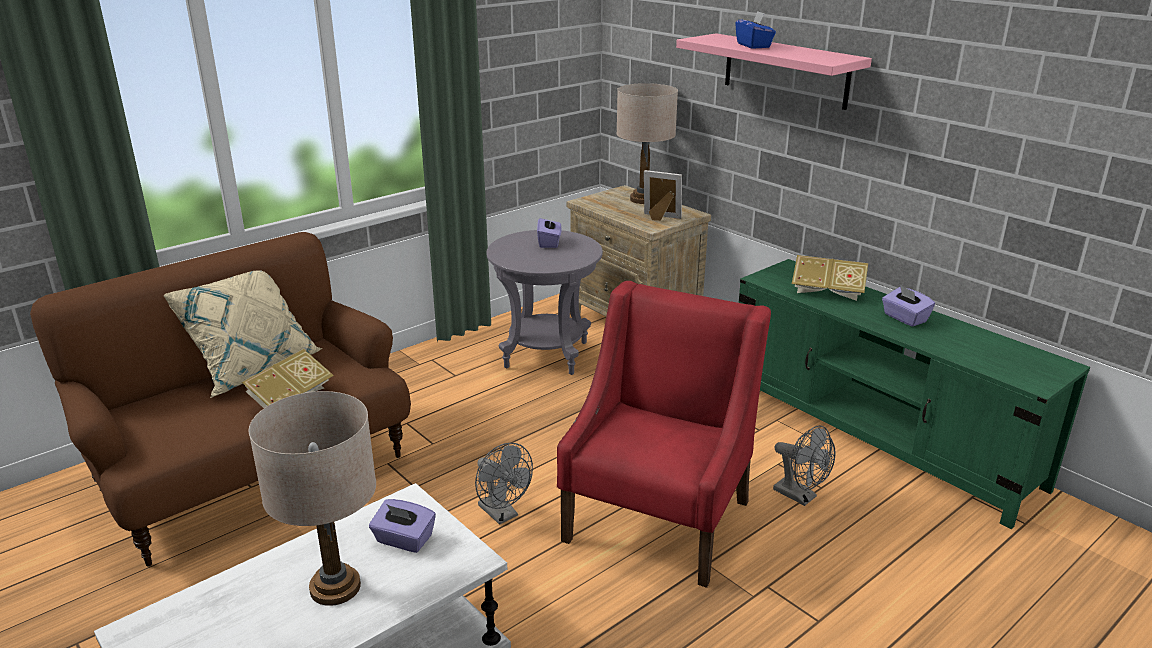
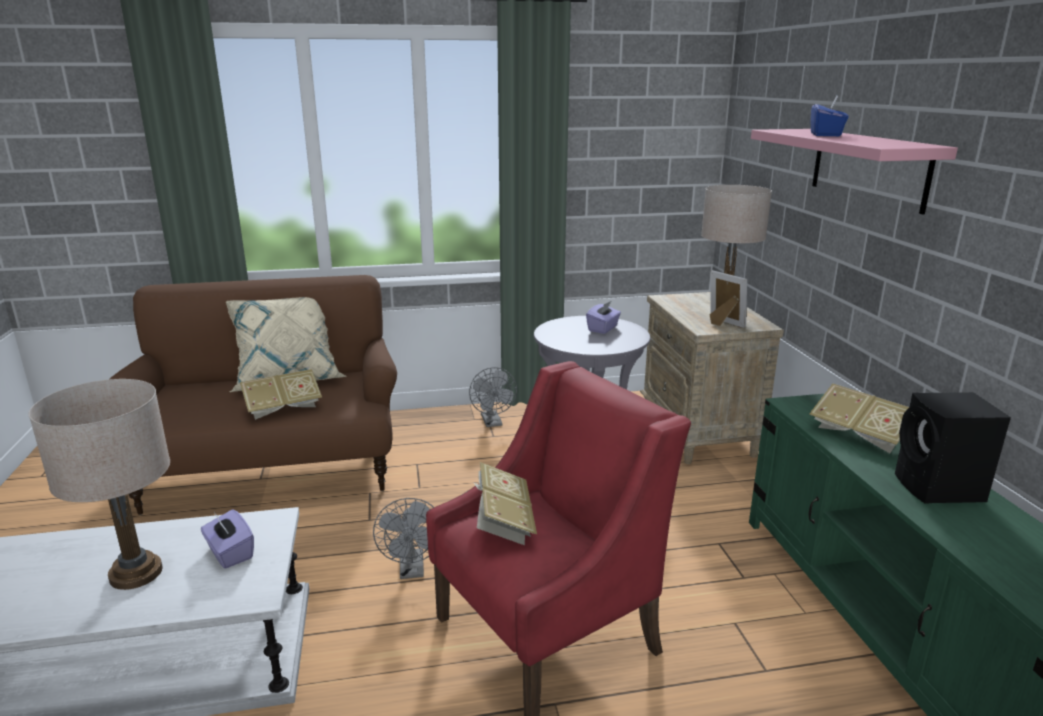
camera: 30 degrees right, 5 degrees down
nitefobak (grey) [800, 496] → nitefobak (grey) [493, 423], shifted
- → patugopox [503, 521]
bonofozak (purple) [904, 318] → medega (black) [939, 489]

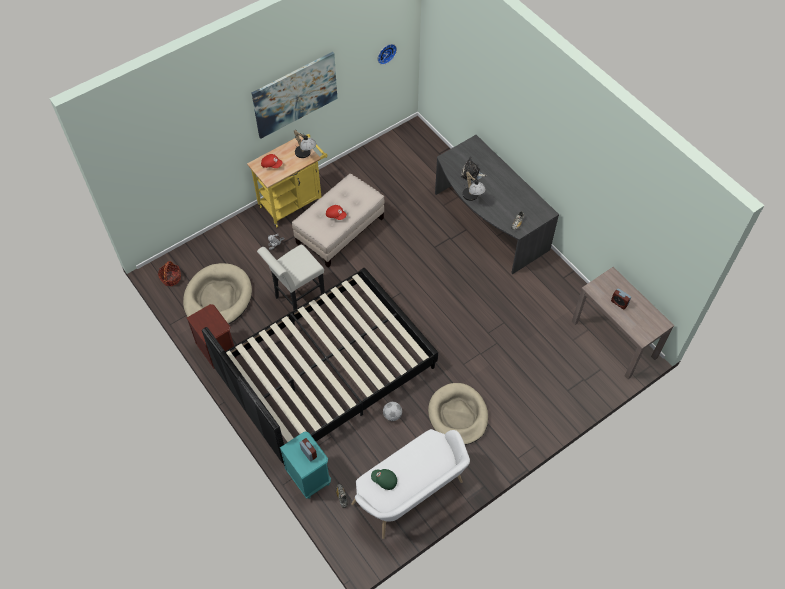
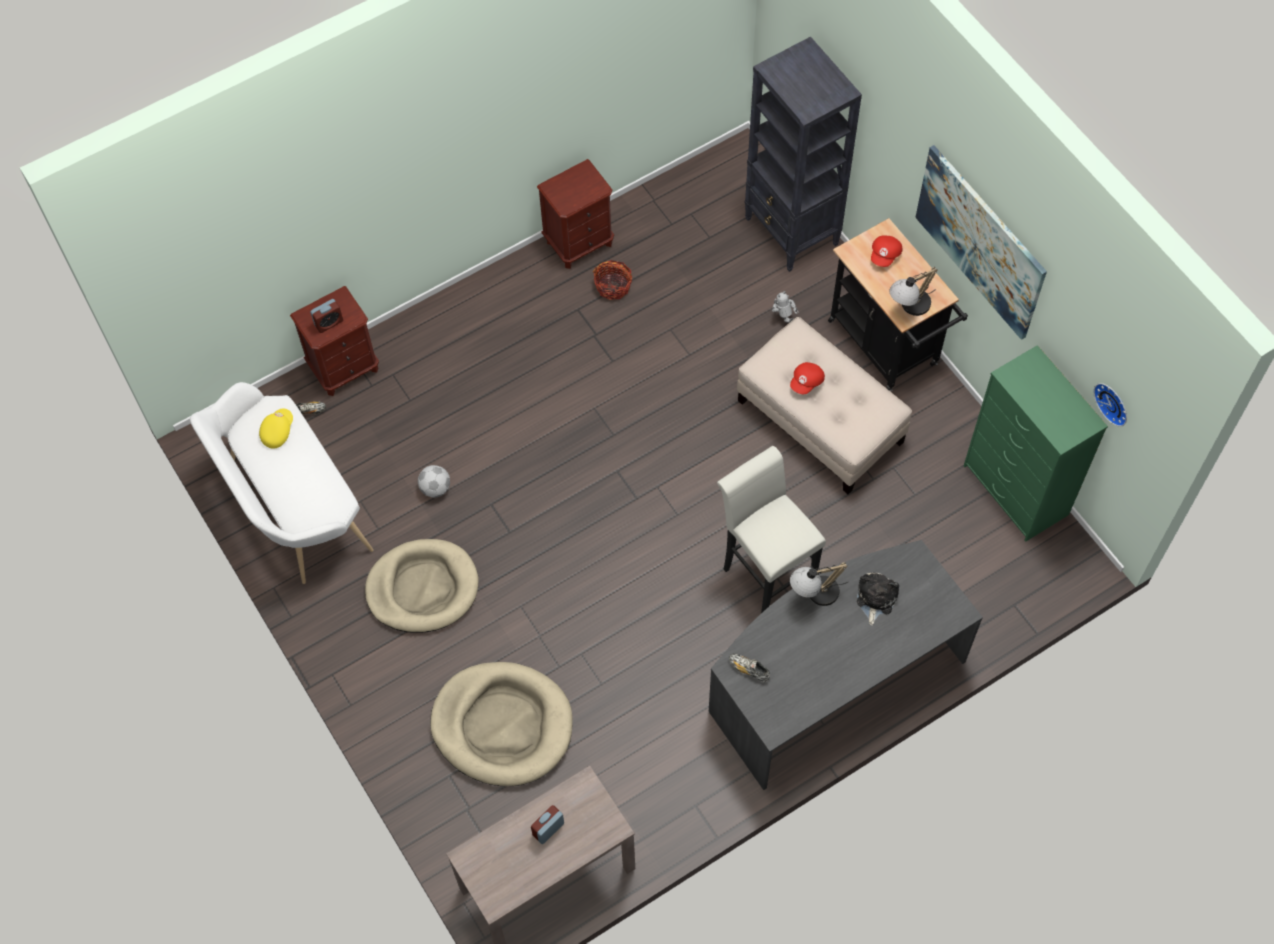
camera: 95 degrees right, 5 degrees up
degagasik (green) [384, 481] → degagasik (yellow) [277, 431]
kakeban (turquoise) [309, 478] → kakeban (brown) [344, 368]
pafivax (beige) [218, 298] → pafivax (beige) [502, 726], shifted
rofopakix [171, 278] → rofopakix [613, 286], shifted
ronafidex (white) [297, 301] → ronafidex (white) [765, 571], shifted
- → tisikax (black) [792, 232]
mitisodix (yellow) [293, 202] → mitisodix (black) [887, 348]
- → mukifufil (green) [1016, 491]
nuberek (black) [326, 371] → -

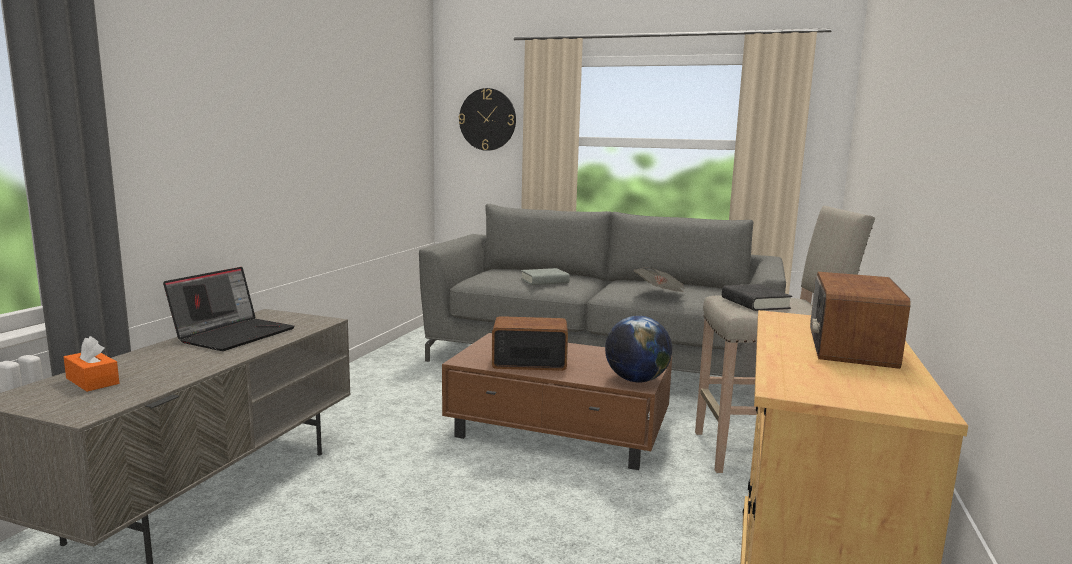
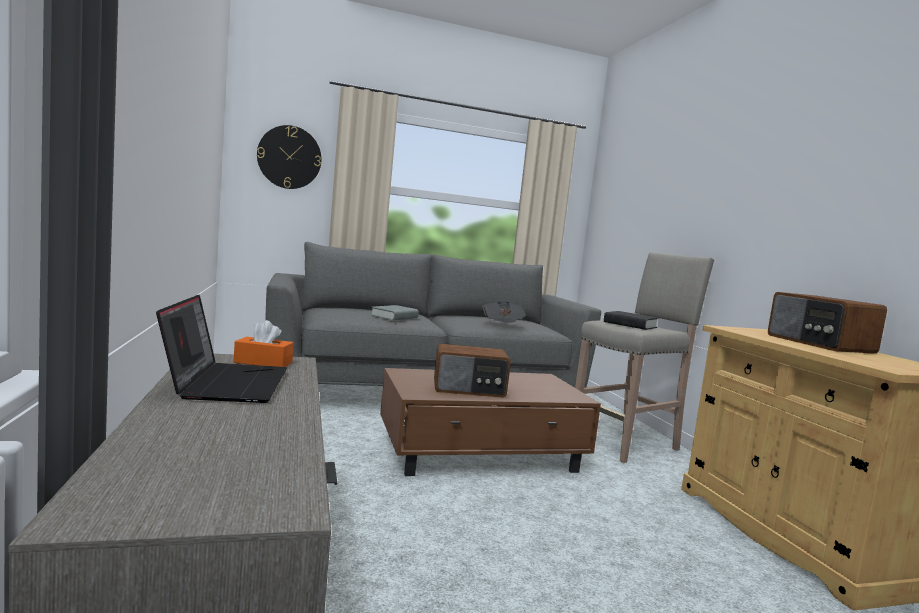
camera: 35 degrees left, 5 degrees down
bonofozak (orange) [92, 381] → bonofozak (orange) [263, 362], shifted
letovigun [529, 362] → letovigun [469, 389], 150 degrees counterclockwise
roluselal [636, 380] → -

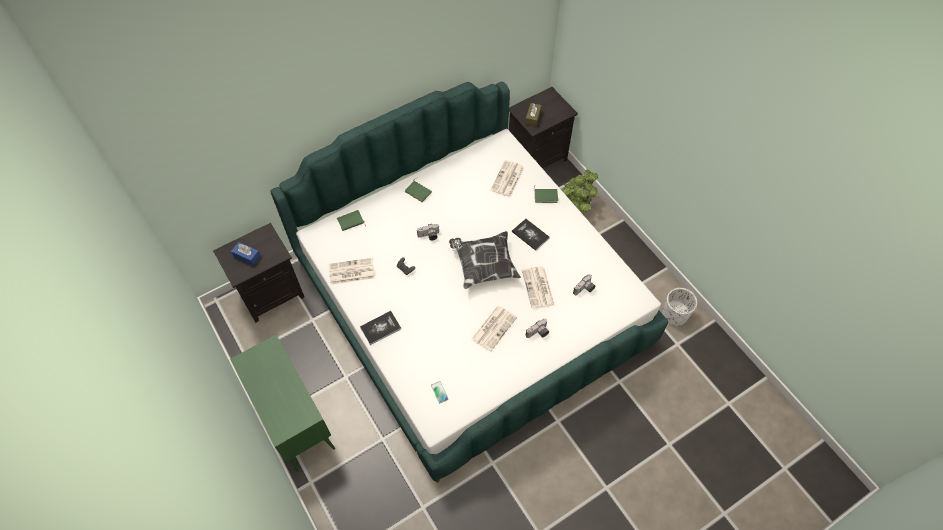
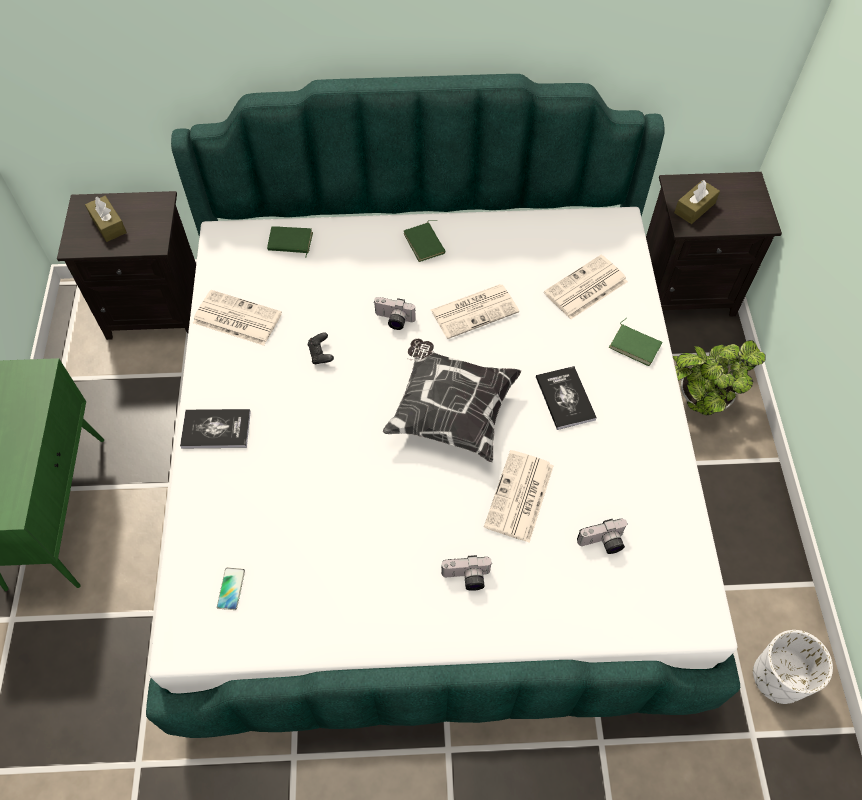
camera: 30 degrees right, 0 degrees up
bonofozak (blue) [247, 256] → bonofozak (brown) [108, 224]
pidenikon [494, 327] → pidenikon [475, 310], shifted

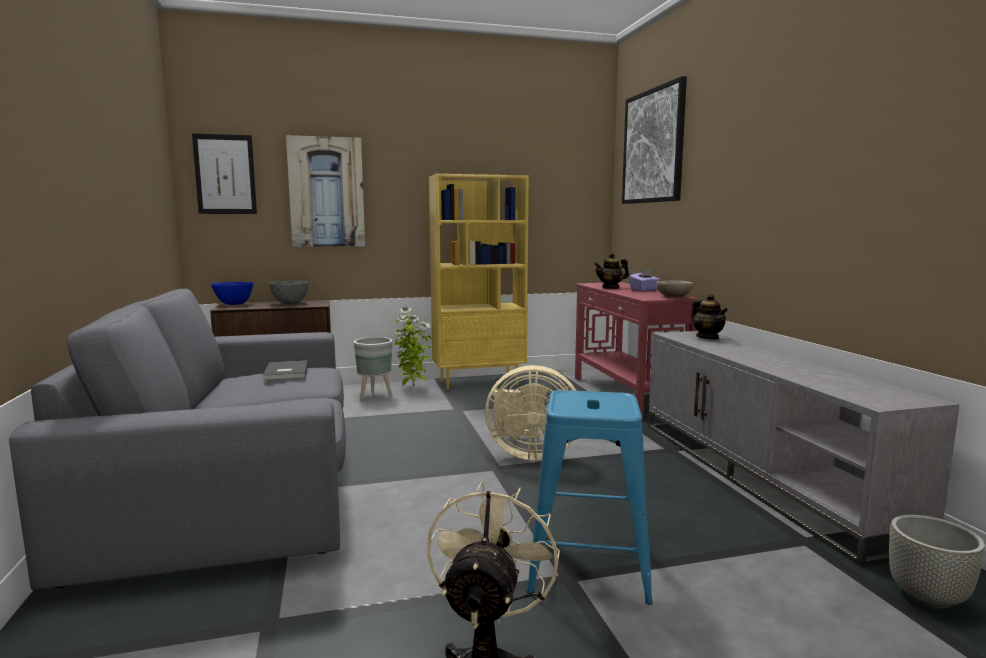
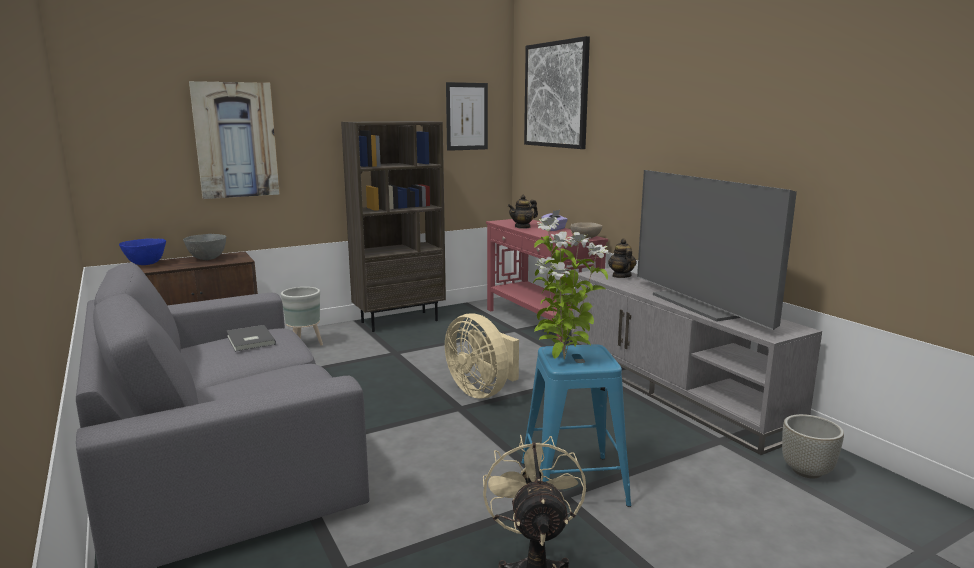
camera: 15 degrees left, 5 degrees up
tisikax (yellow) [479, 382] → tisikax (brown) [400, 321]
nitefobak (beige) [529, 454] → nitefobak (beige) [482, 391], 60 degrees clockwise
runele [225, 174] → runele [467, 116], shifted
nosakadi [412, 387] → nosakadi [563, 359], shifted
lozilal [708, 337] → lozilal [621, 276], 150 degrees counterclockwise
- → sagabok [702, 305]

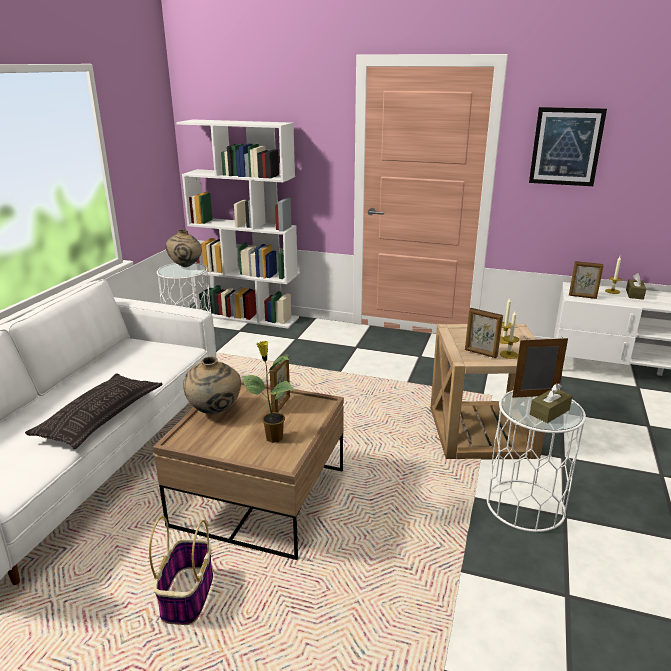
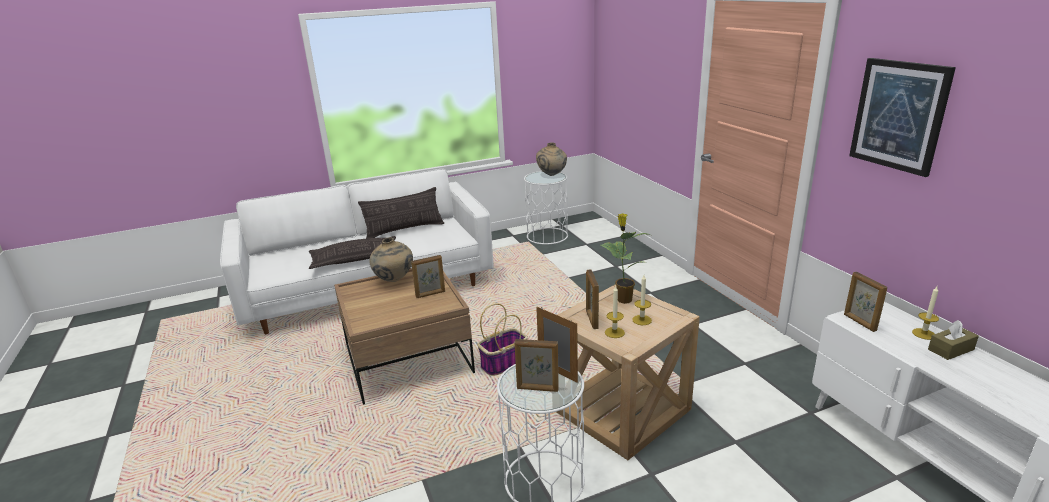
camera: 50 degrees right, 0 degrees up
- → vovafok [404, 230]
rofopakix [187, 595] → rofopakix [504, 363], shifted
bonofozak (brown) [549, 412] → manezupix [537, 389]
nosakadi [273, 437] → nosakadi [623, 299], shifted
tisikax (white) [248, 316] → -

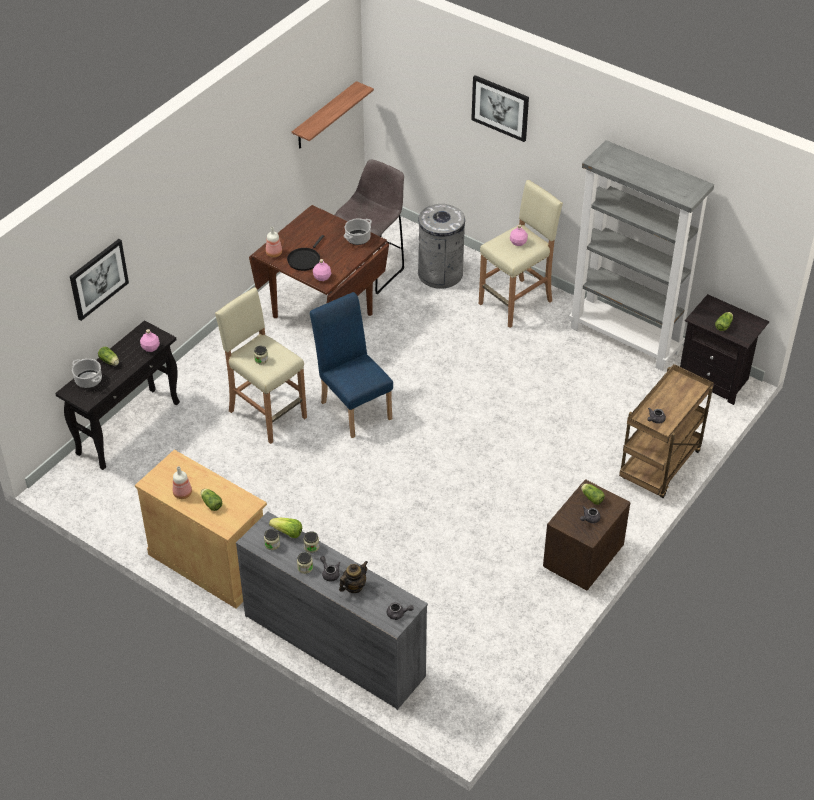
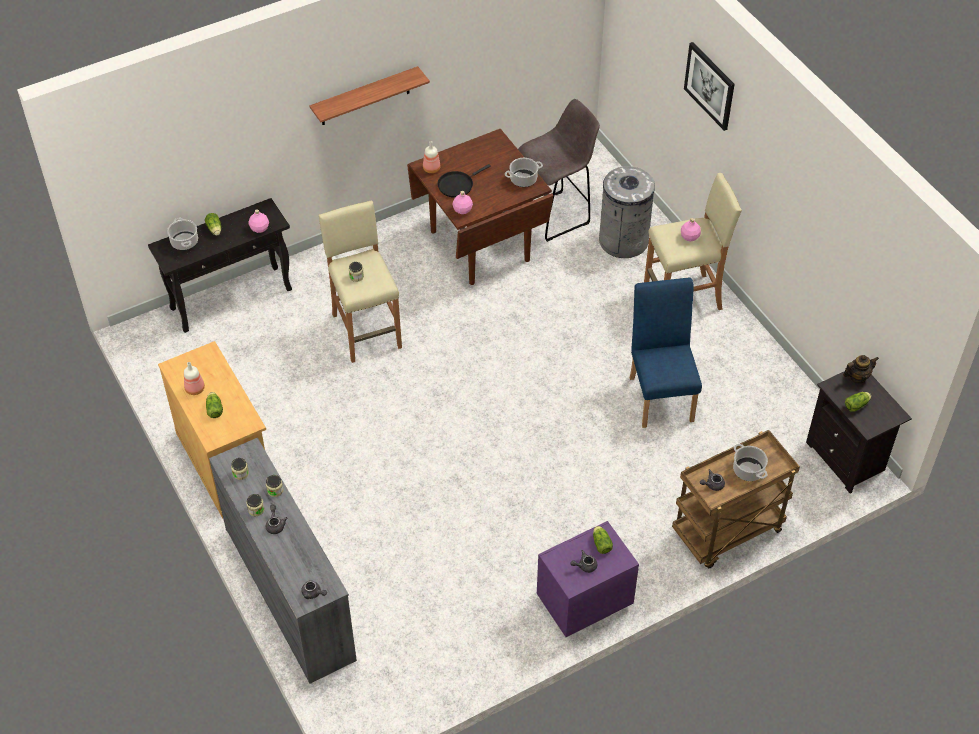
camera: 25 degrees right, 5 degrees up
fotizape [324, 116] → fotizape [365, 97], shifted
kakeban (brown) [581, 560] → kakeban (purple) [582, 602]
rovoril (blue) [354, 406] → rovoril (blue) [660, 394], shifted
- → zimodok [748, 470]
lozilal [353, 586] → lozilal [857, 377], shifted
runele [98, 279] → -
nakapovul [287, 533] → -
tisikax (grey) [626, 339] → -

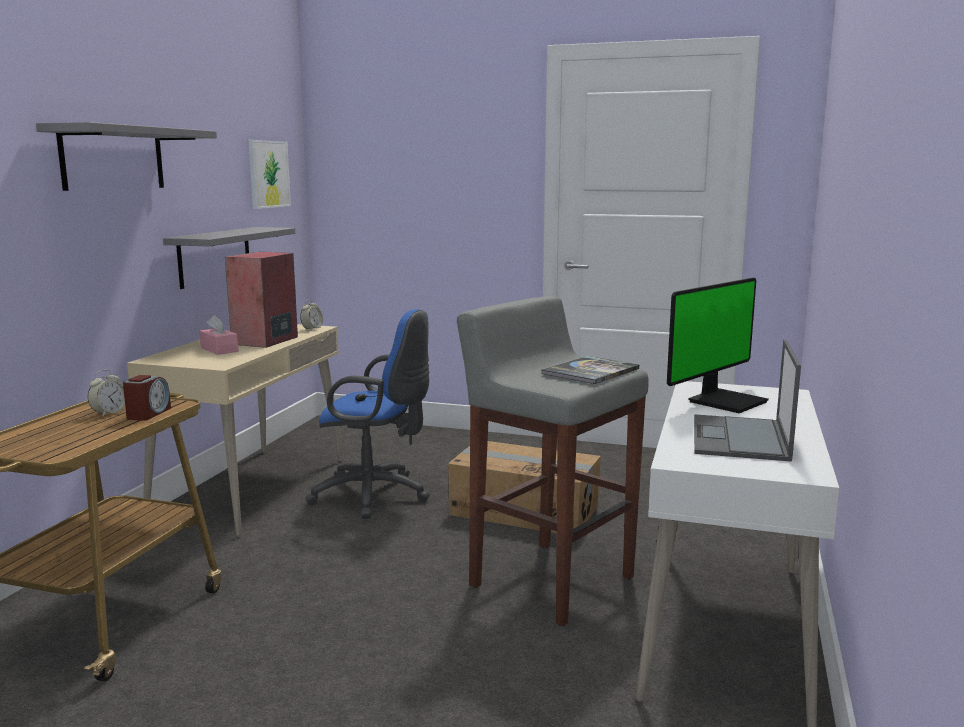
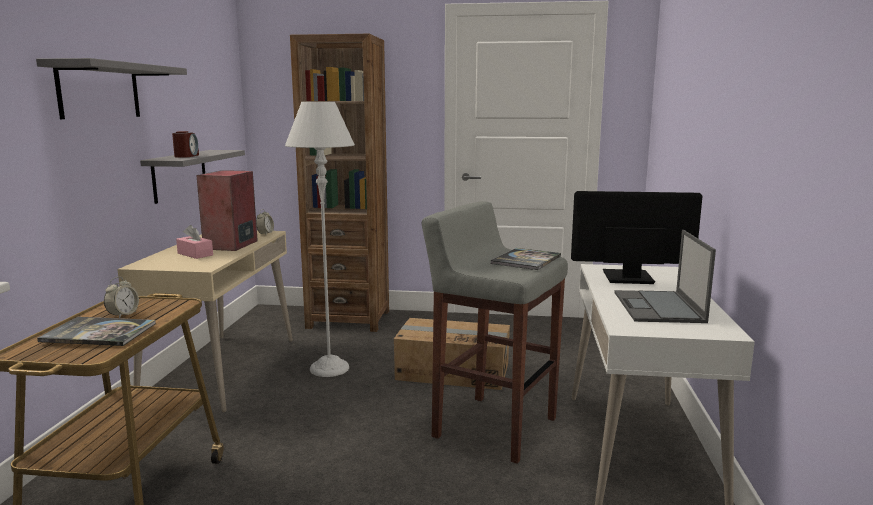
camera: 10 degrees left, 0 degrees up
- → patugopox [99, 333]
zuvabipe [148, 414] → zuvabipe [186, 156], shifted
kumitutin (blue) [376, 496] → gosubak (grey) [329, 368]
- → tisikax (brown) [348, 319]
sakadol [725, 401] → sakadol [627, 278], 120 degrees counterclockwise
runele [268, 174] → -

